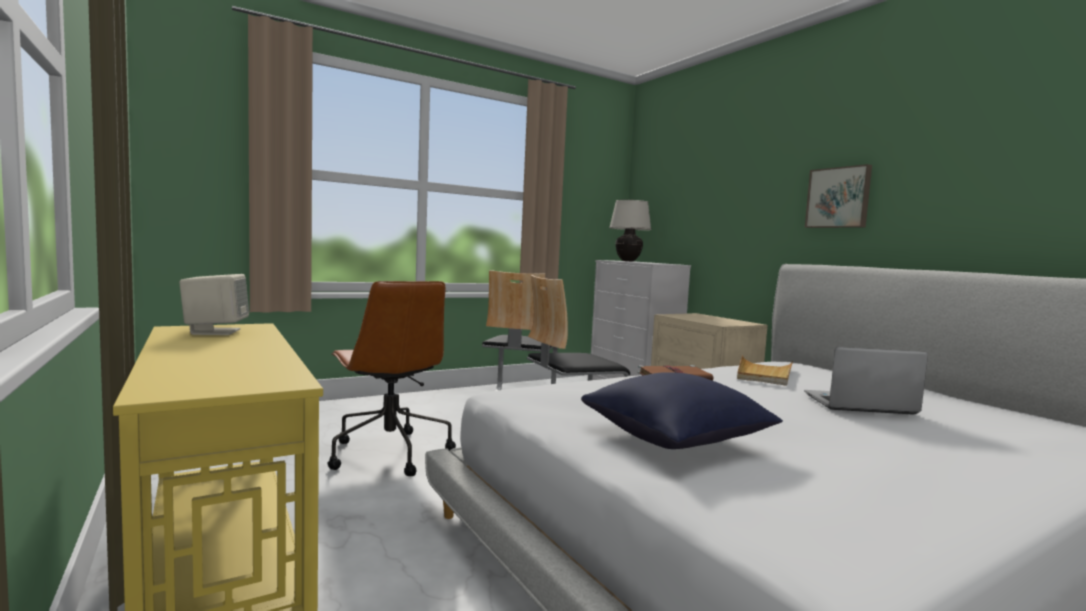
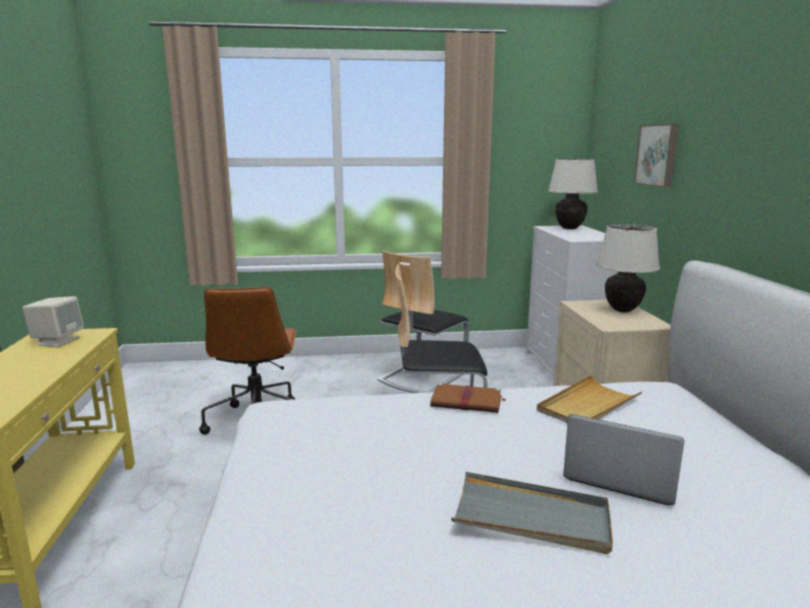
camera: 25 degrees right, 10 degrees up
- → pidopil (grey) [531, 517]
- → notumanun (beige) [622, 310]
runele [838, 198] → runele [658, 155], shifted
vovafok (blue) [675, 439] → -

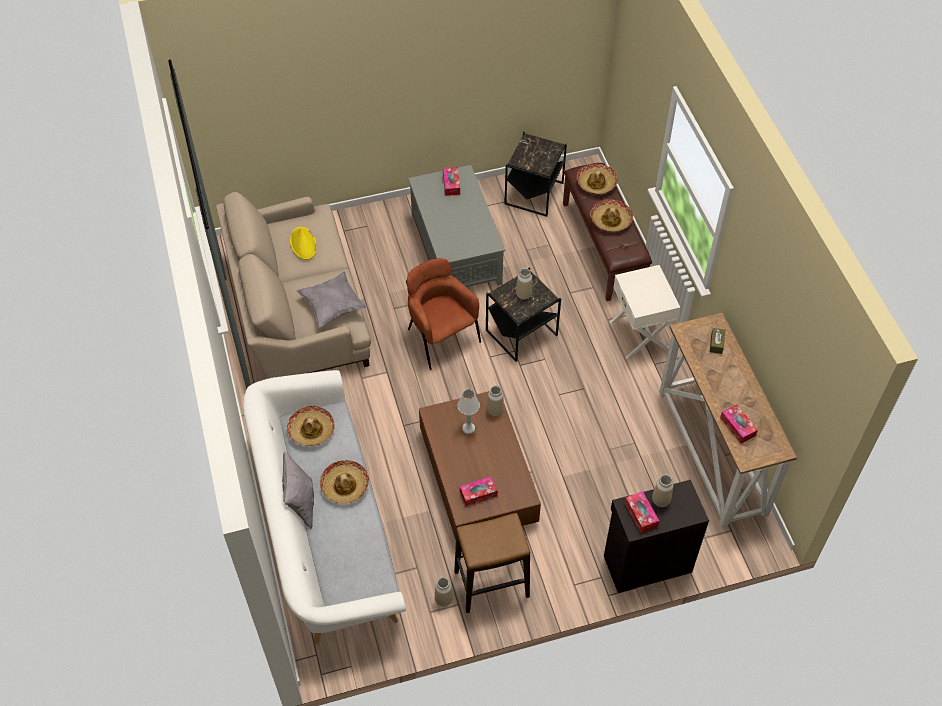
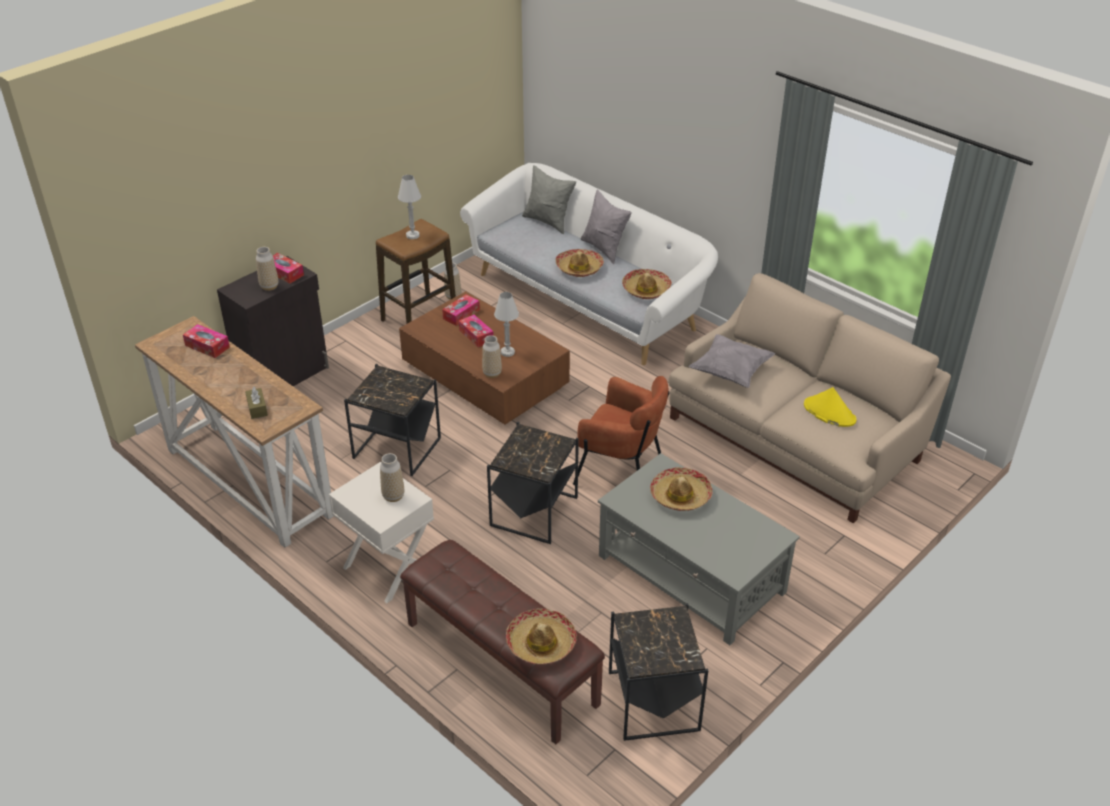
camera: 150 degrees right, 15 degrees down
- → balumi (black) [396, 448]
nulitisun [523, 295] → nulitisun [393, 496], shifted
- → notumanun (white) [412, 235]
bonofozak [451, 184] → bonofozak [476, 335], shifted
- → vovafok (grey) [548, 222]
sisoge [610, 220] → sisoge [680, 495], shifted

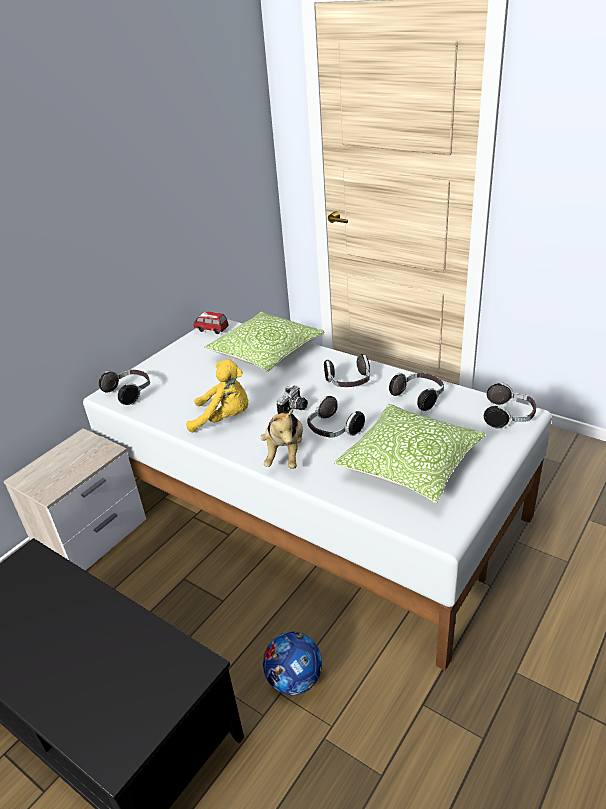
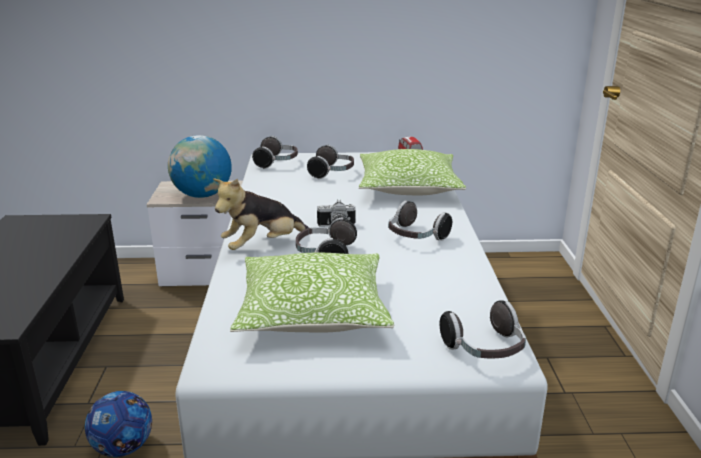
camera: 50 degrees right, 10 degrees down
- → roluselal [202, 195]
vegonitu [419, 397] → vegonitu [332, 173], shifted
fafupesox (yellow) [224, 418] → -

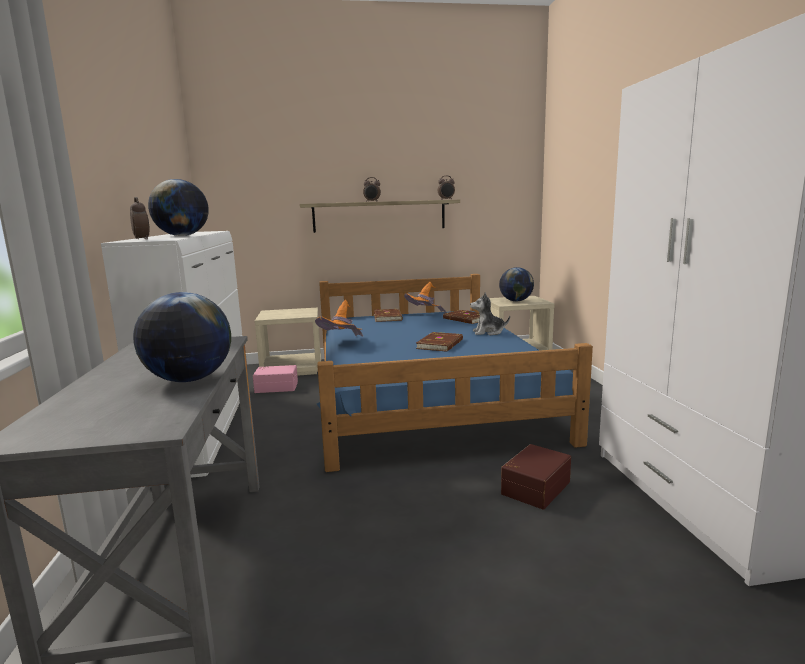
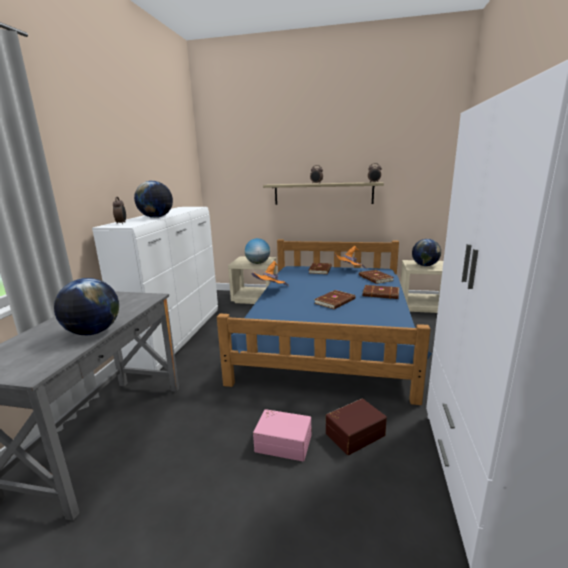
camera: 20 degrees right, 5 degrees up
- → roluselal [258, 263]
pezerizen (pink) [276, 387] → pezerizen (pink) [283, 442], shifted
fafupesox [488, 332] → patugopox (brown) [381, 294]

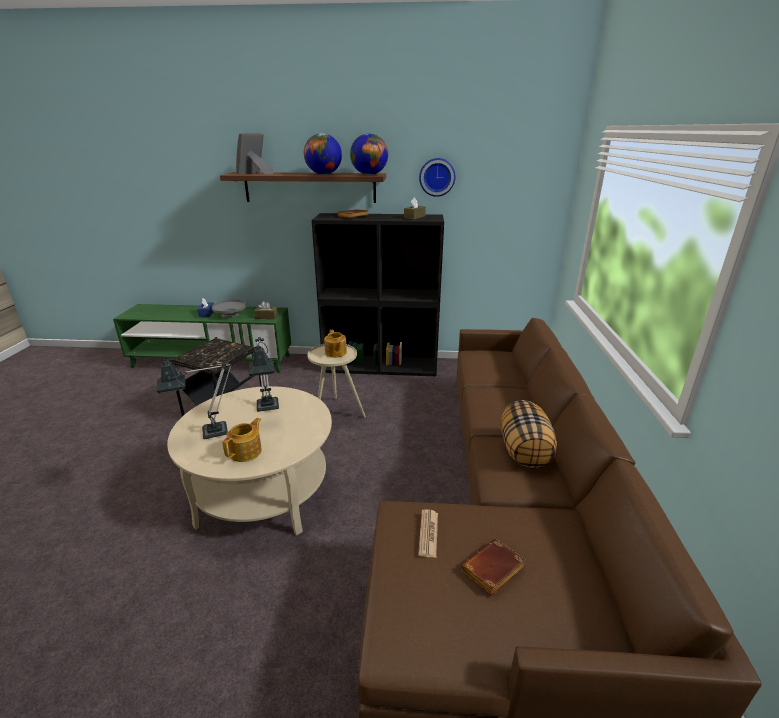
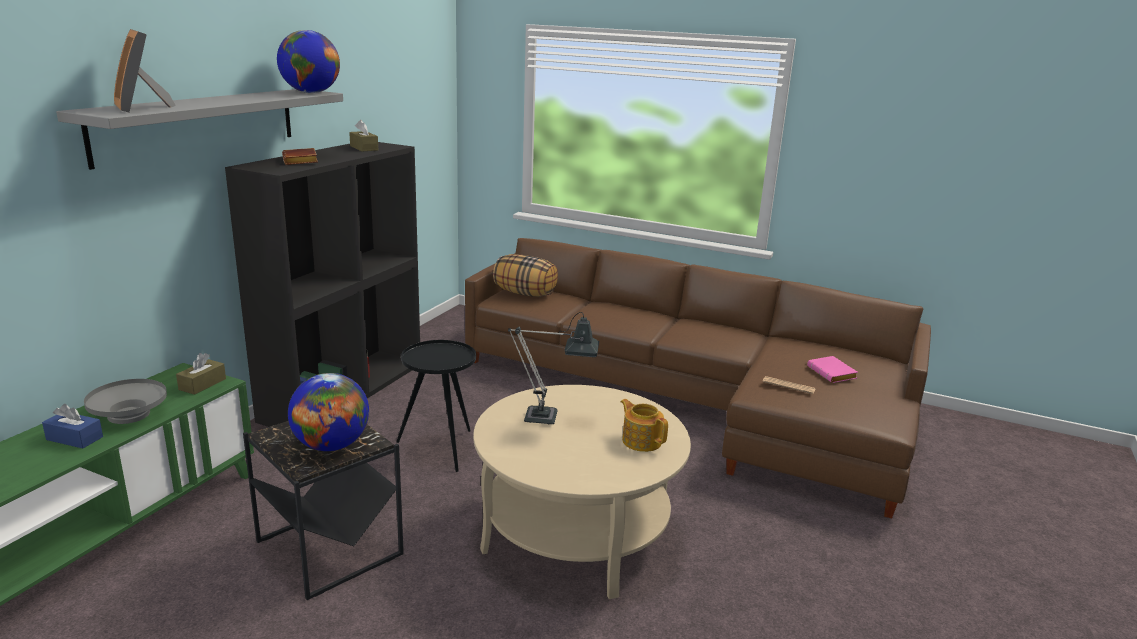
camera: 70 degrees left, 5 degrees down
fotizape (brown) [310, 187] → fotizape (grey) [199, 124]
roluselal [324, 174] → roluselal [331, 445], shifted
balumi (beige) [336, 414] → balumi (black) [440, 450]
vovafok [525, 451] → vovafok [525, 293], shifted
patugopox (brown) [493, 572] → patugopox (pink) [833, 374]
notumanun [207, 433] → -
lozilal [335, 353] → -
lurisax [437, 177] → -

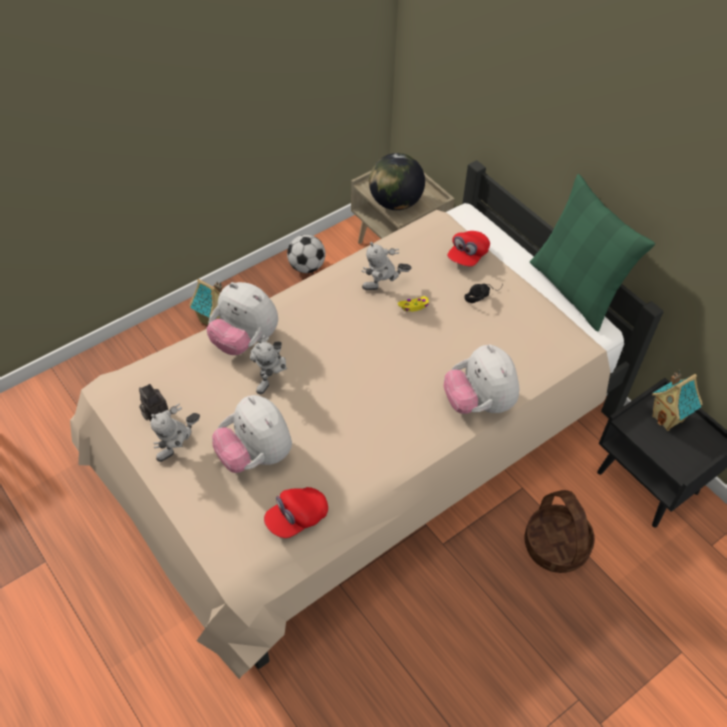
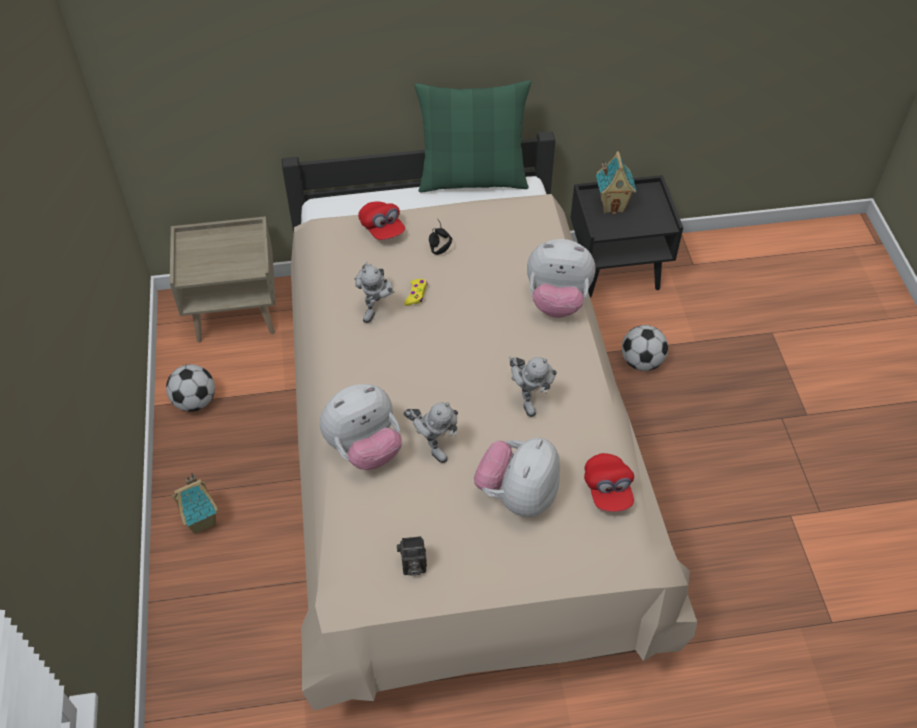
camera: 60 degrees left, 0 degrees up
fafupesox [255, 455] → fafupesox [517, 495], 120 degrees clockwise
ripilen [179, 449] → ripilen [527, 397], shifted
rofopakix [556, 546] → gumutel [641, 362]
roluselal [395, 202] → -

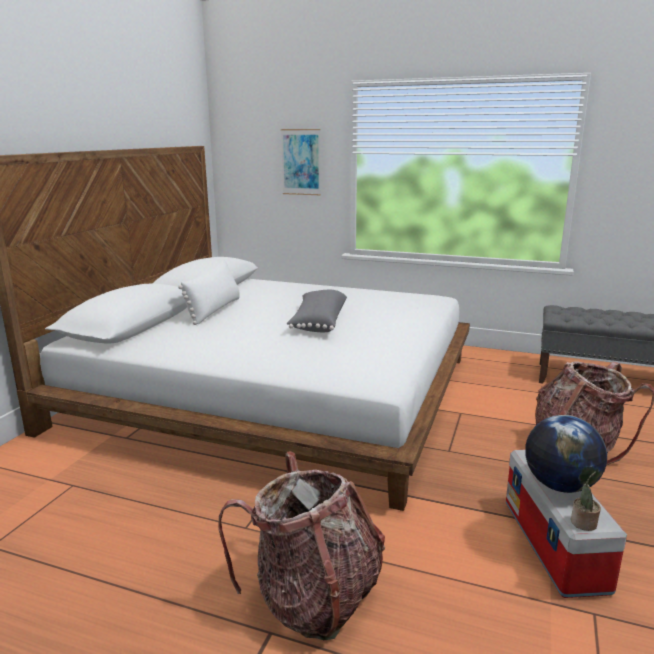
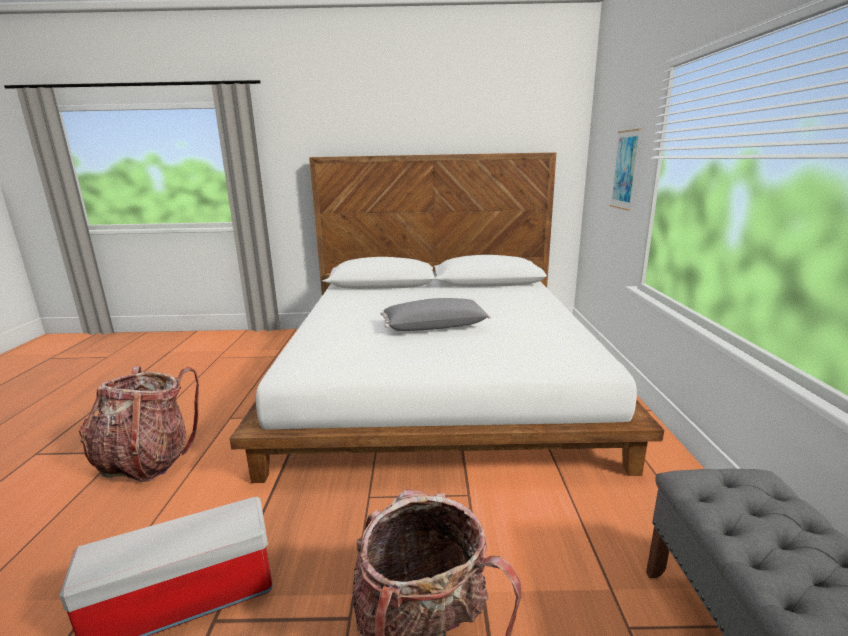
camera: 70 degrees right, 0 degrees up
vovafok (white) [214, 310] → -
roluselal [560, 485] → -
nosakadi [583, 524] → -

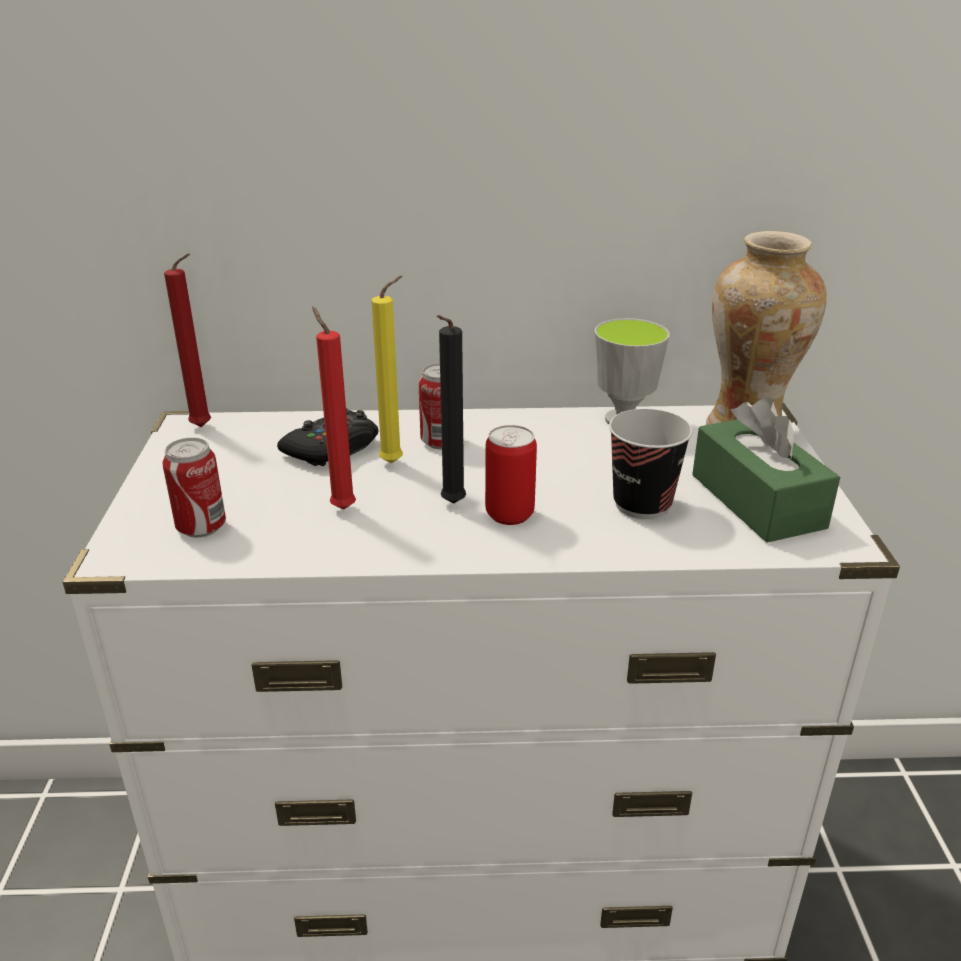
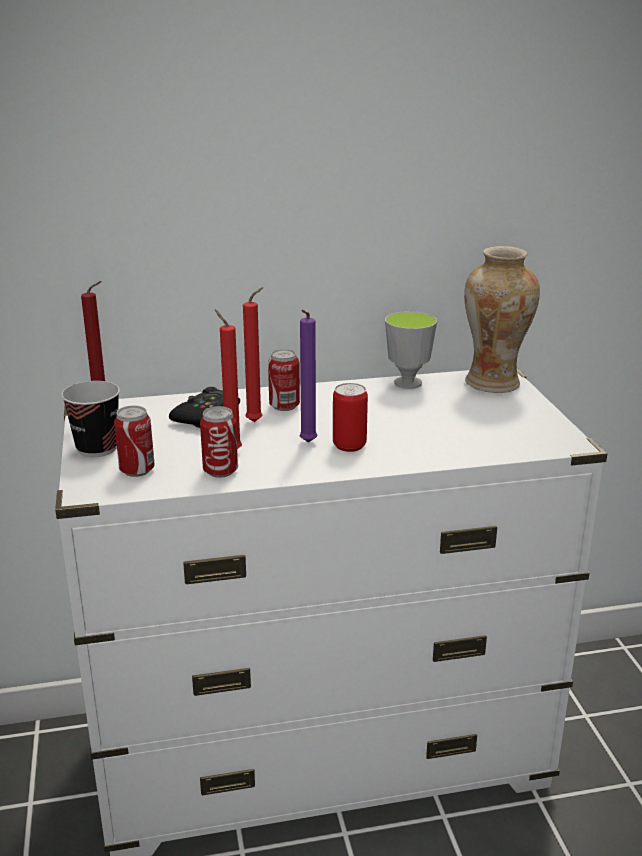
camera: 10 degrees left, 5 degrees down
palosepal [642, 504] → palosepal [97, 448], shifted
- → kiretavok [220, 471]
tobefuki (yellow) [395, 462] → tobefuki (red) [256, 421]
tobefuki (black) [450, 505] → tobefuki (purple) [307, 443]
bonofozak (green) [757, 501] → -

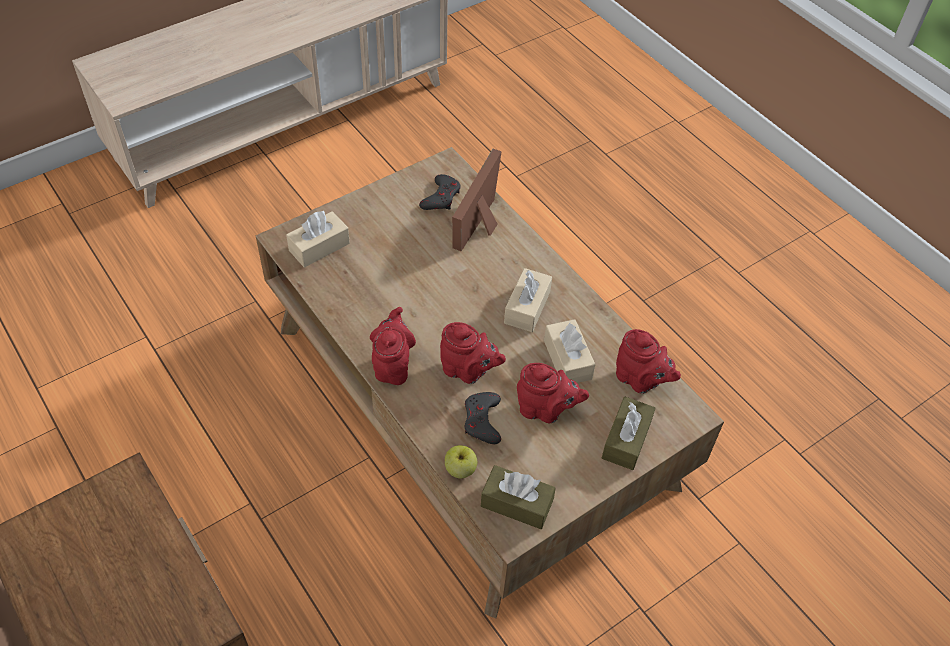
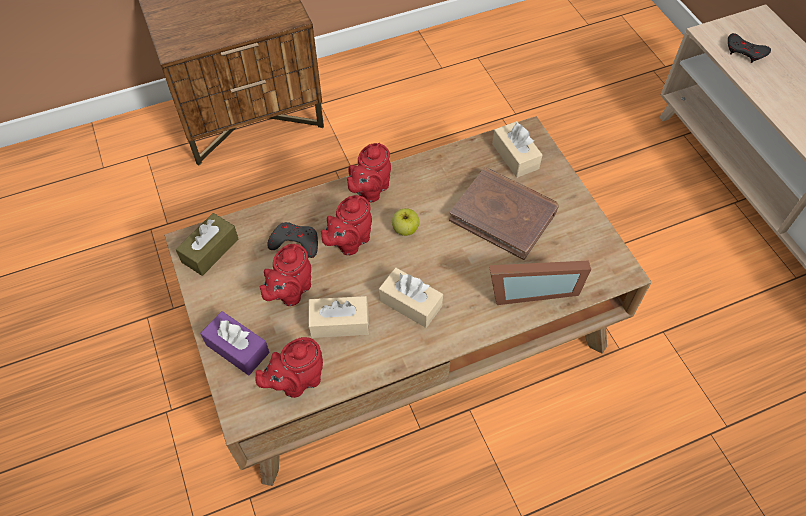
camera: 105 degrees right, 5 degrees up
bonofozak (brown) [626, 440] → bonofozak (purple) [237, 348]
lozilal (red) [393, 365] → lozilal (red) [370, 190], 105 degrees clockwise
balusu [460, 469] → balusu [405, 229], shifted
- → patugopox (brown) [503, 215]
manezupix [483, 223] → manezupix [530, 288], 135 degrees clockwise
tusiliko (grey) [441, 197] → tusiliko (grey) [745, 51], shifted

